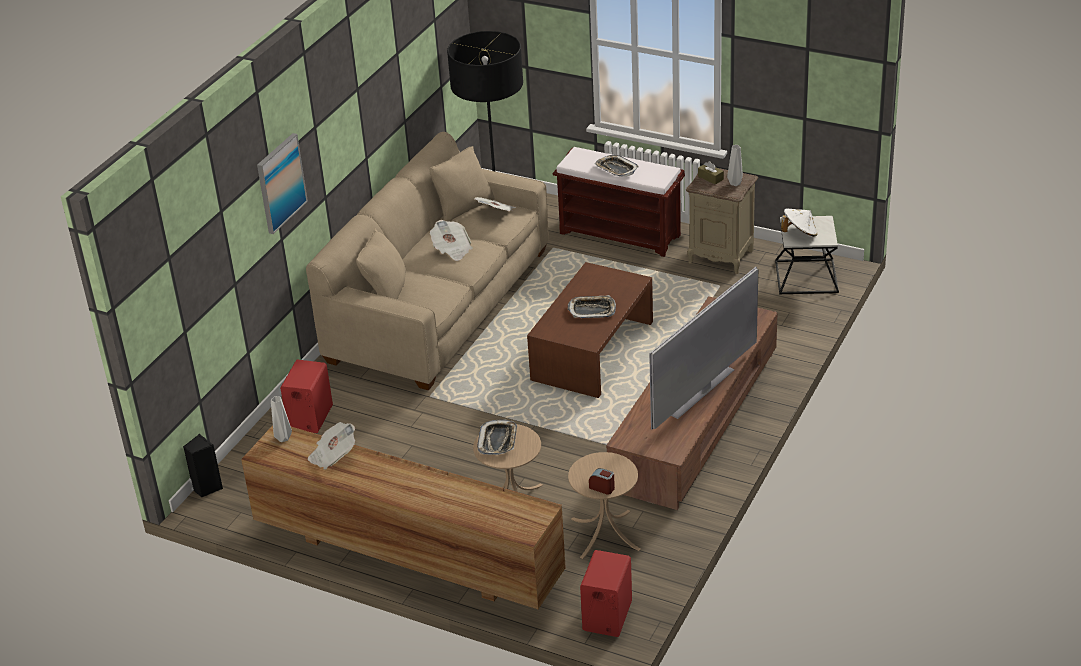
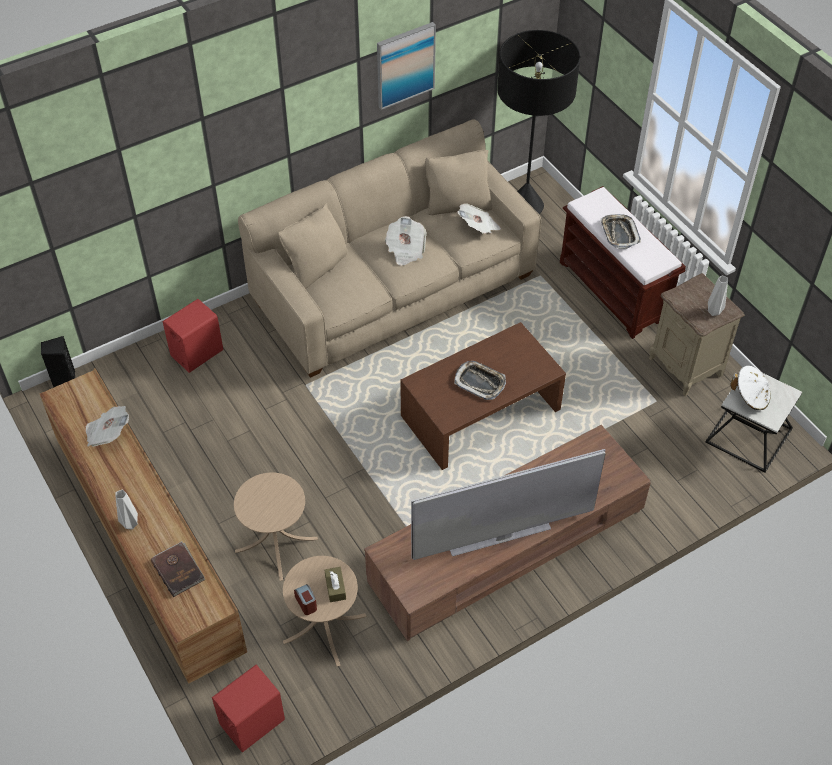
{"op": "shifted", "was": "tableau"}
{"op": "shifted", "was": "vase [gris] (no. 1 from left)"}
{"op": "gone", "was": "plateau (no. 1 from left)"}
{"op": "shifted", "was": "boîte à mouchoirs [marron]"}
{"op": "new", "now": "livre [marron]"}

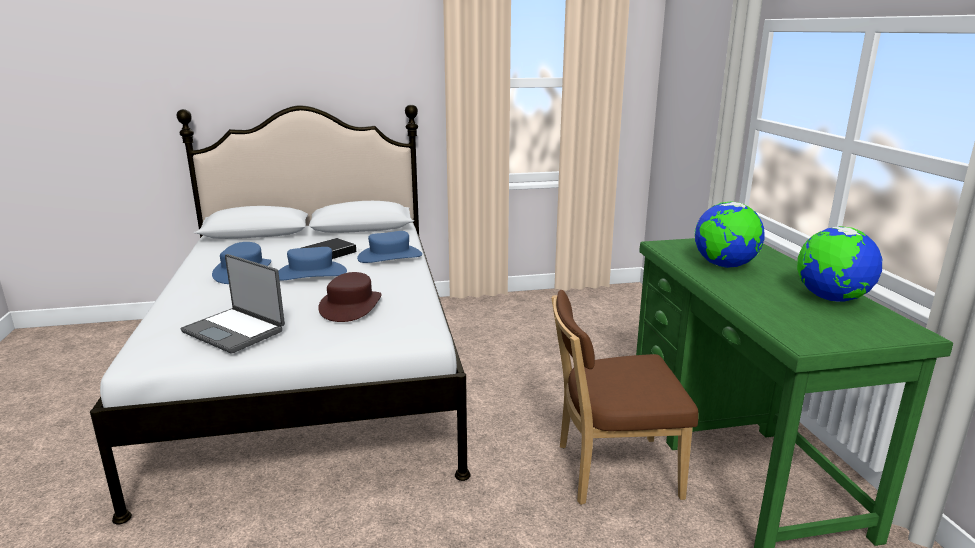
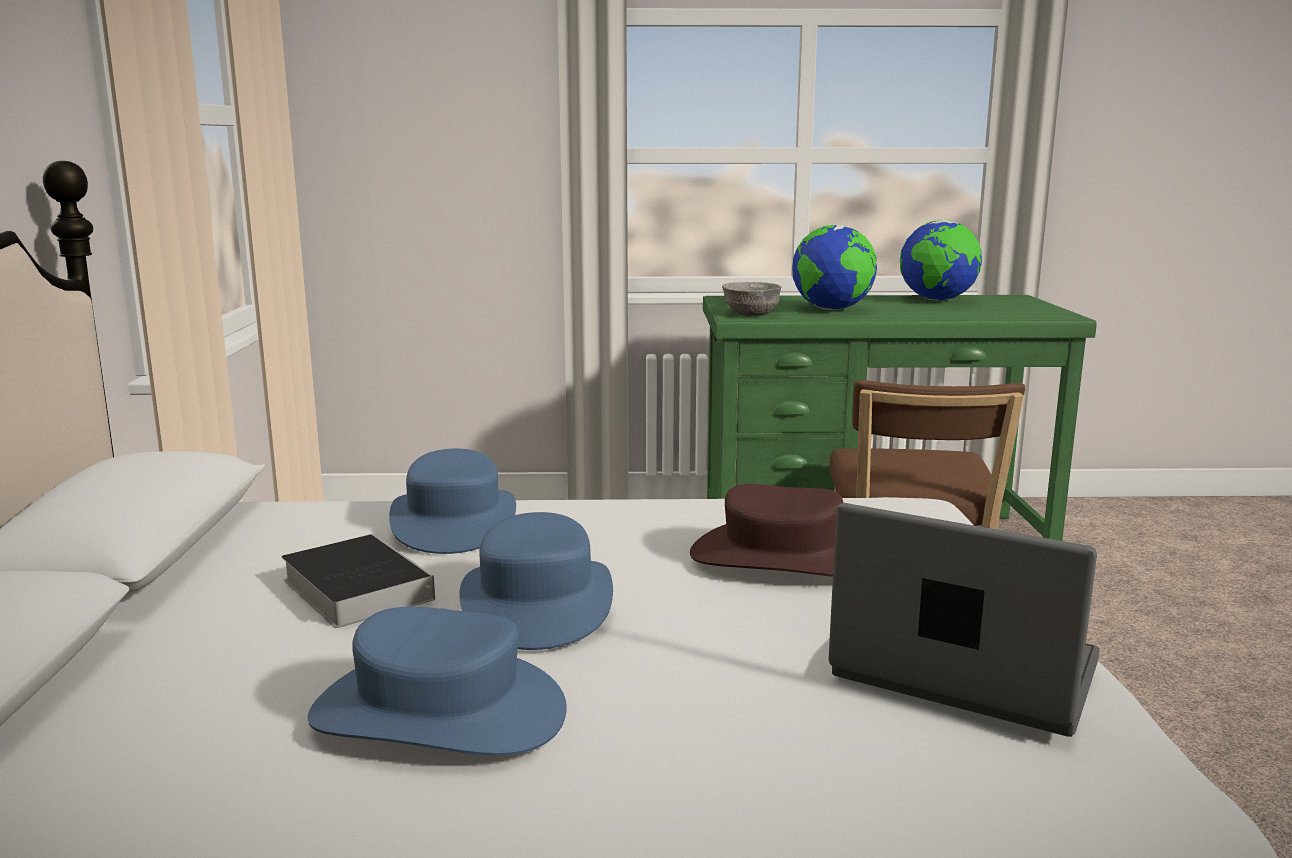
{"op": "rotated", "was": "ordinateur portable", "clockwise": -105}
{"op": "new", "now": "bol [gris]"}

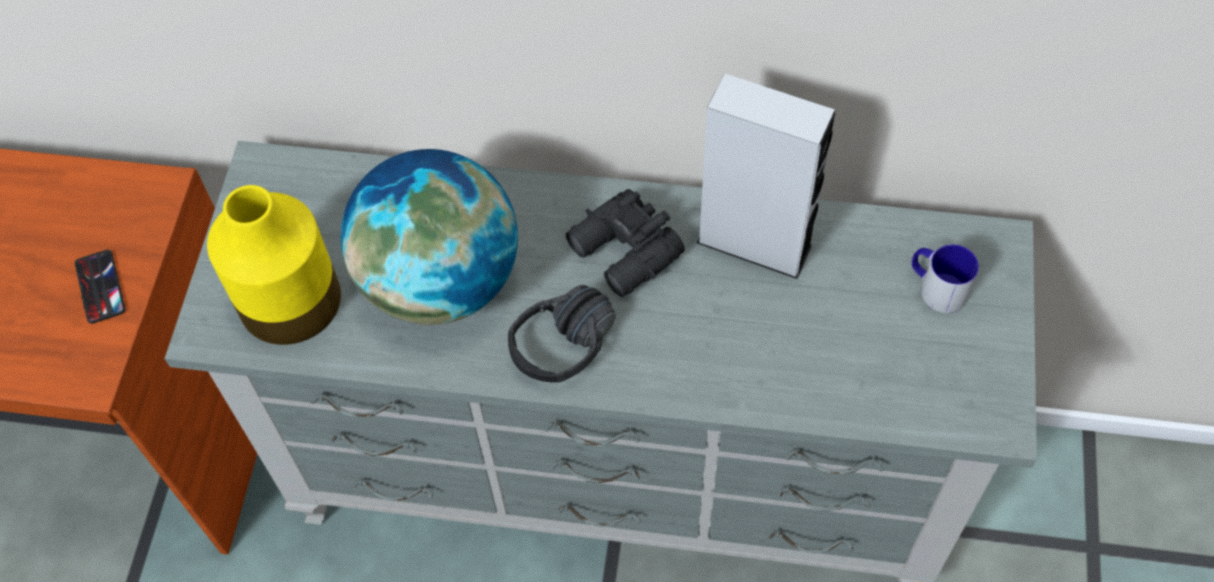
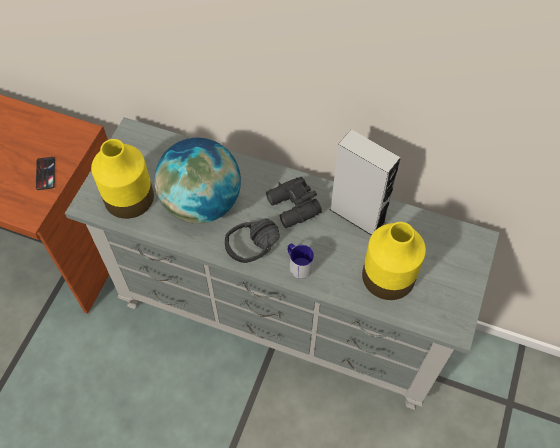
{"op": "shifted", "was": "mug"}
{"op": "new", "now": "vase [jaune] (no. 2 from left)"}

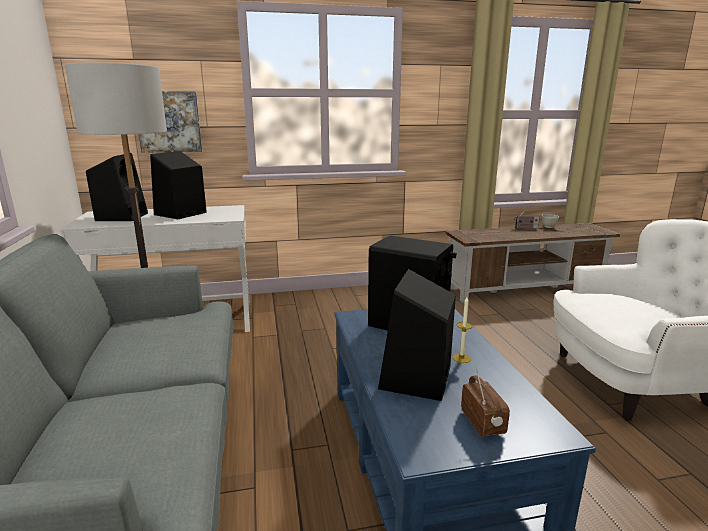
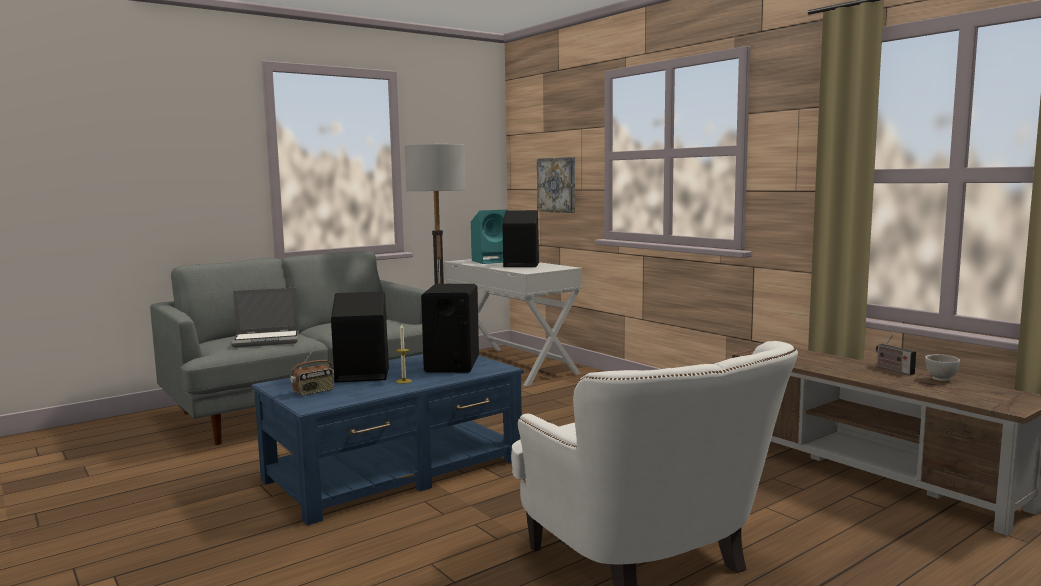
{"op": "repainted", "was": "enceinte [noir] (no. 1 from left)", "now": "enceinte [turquoise]"}
{"op": "new", "now": "ordinateur portable"}

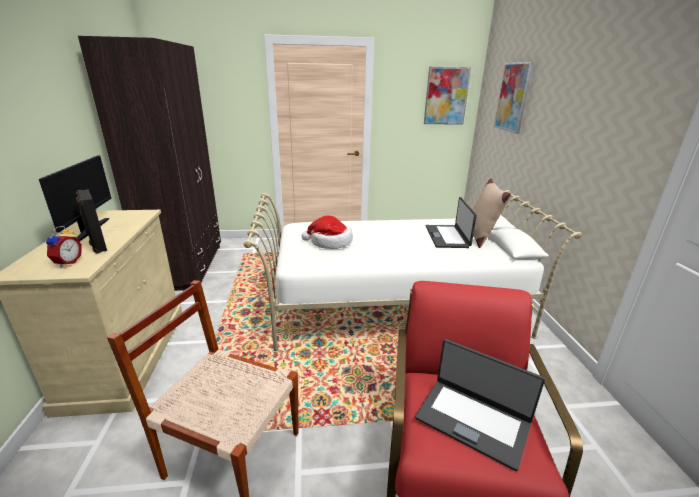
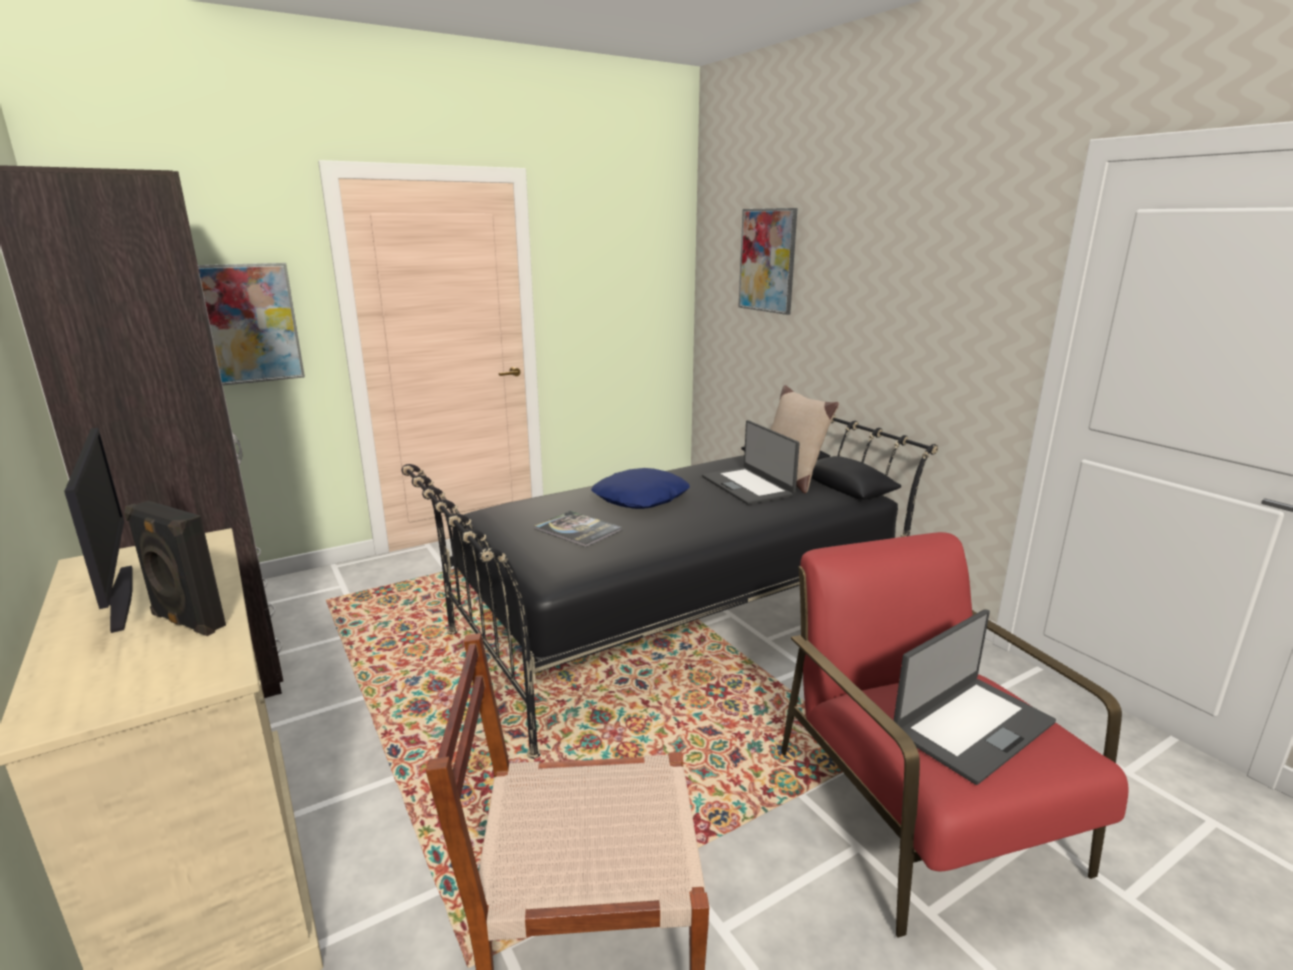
{"op": "gone", "was": "réveil"}
{"op": "repainted", "was": "lit [blanc]", "now": "lit [noir]"}
{"op": "swapped", "was": "chapeau", "now": "livre"}
{"op": "rotated", "was": "ordinateur portable (no. 2 from left)", "clockwise": -45}
{"op": "shifted", "was": "tableau (no. 1 from left)"}
{"op": "new", "now": "coussin [bleu]"}

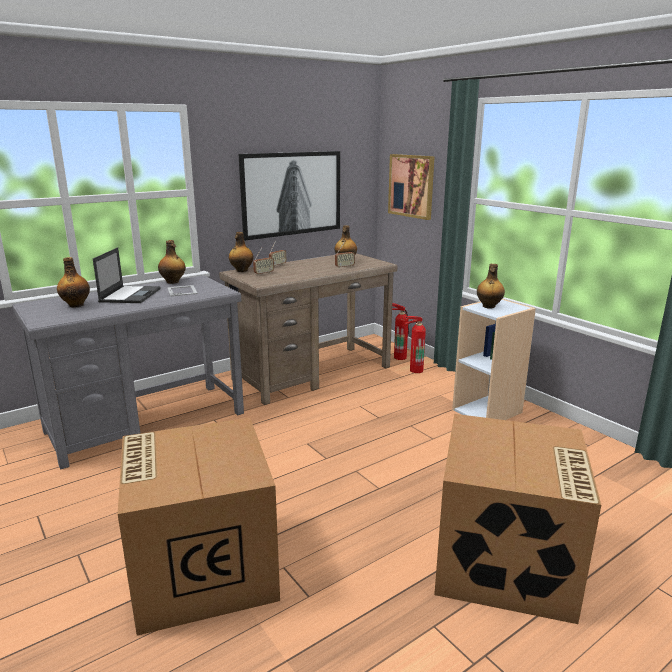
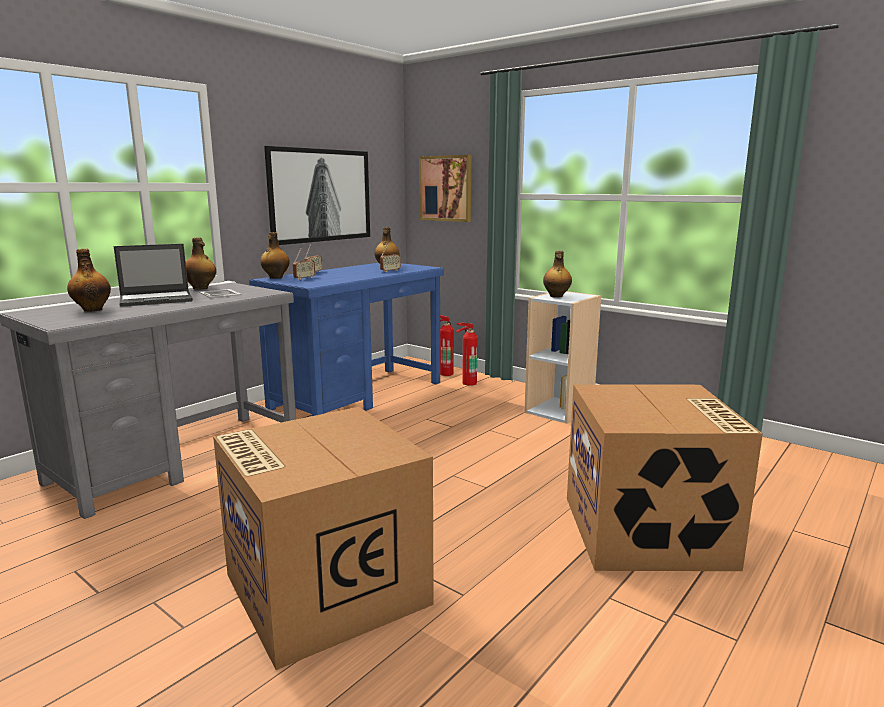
{"op": "rotated", "was": "ordinateur portable", "clockwise": 75}
{"op": "repainted", "was": "bureau [marron]", "now": "bureau [bleu]"}

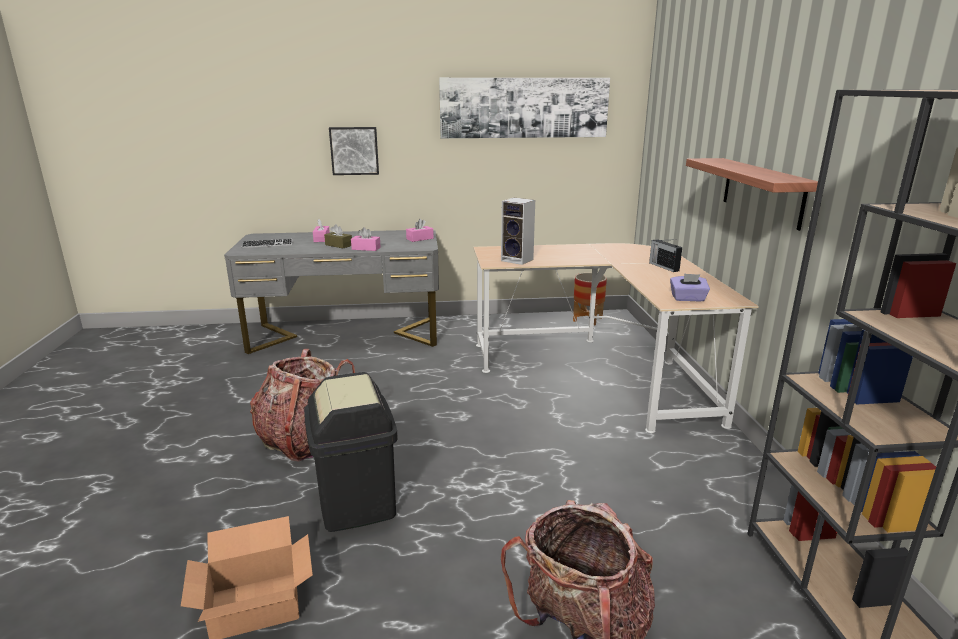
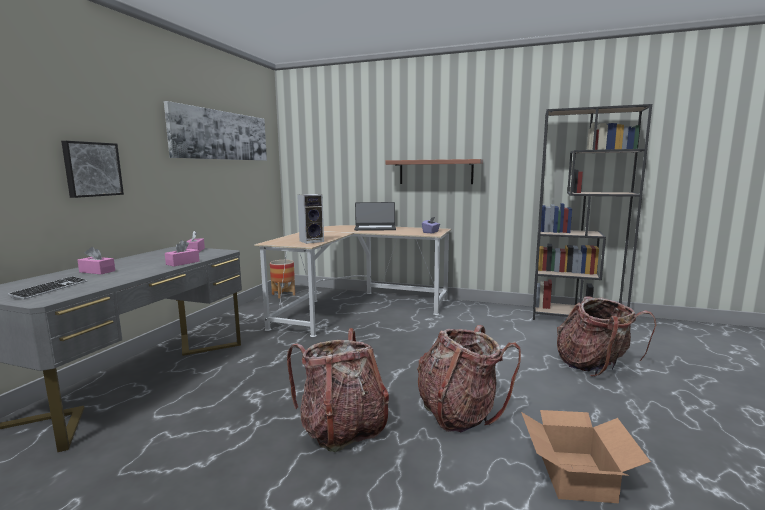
{"op": "swapped", "was": "poubelle [noir]", "now": "sac à dos (no. 2 from left)"}
{"op": "gone", "was": "boîte à mouchoirs [marron]"}
{"op": "swapped", "was": "radio", "now": "ordinateur portable"}

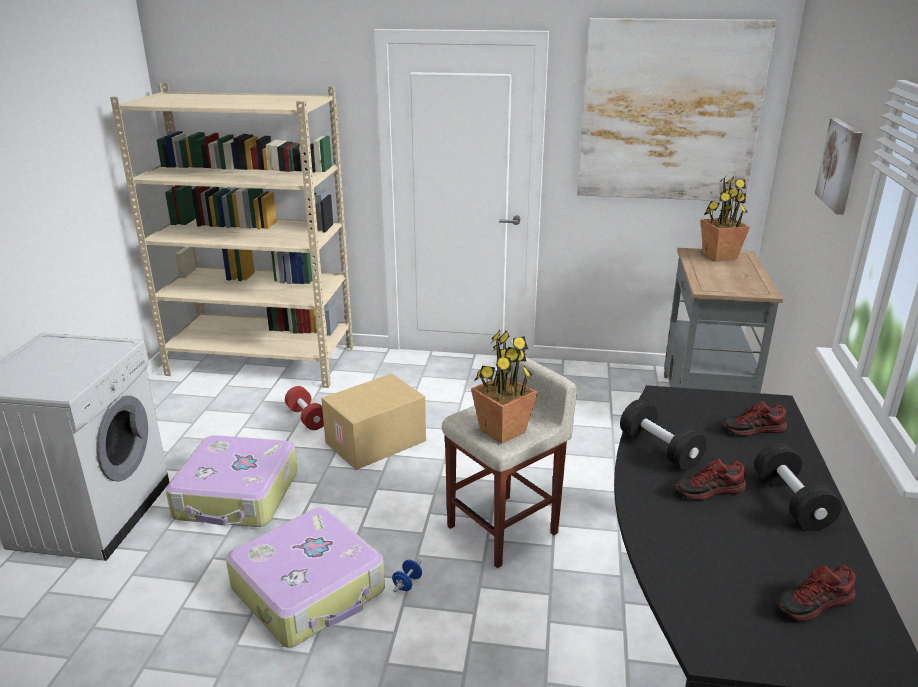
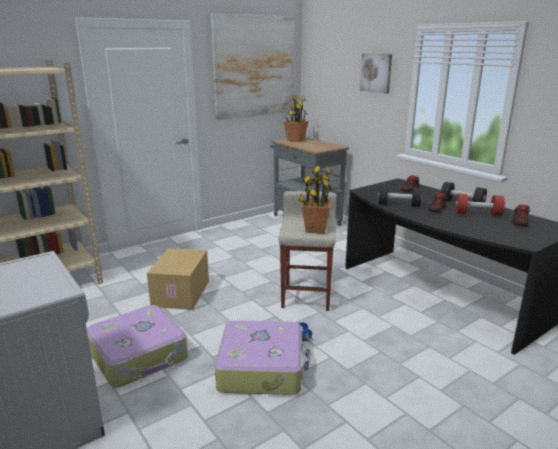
{"op": "shifted", "was": "haltère [rouge]"}

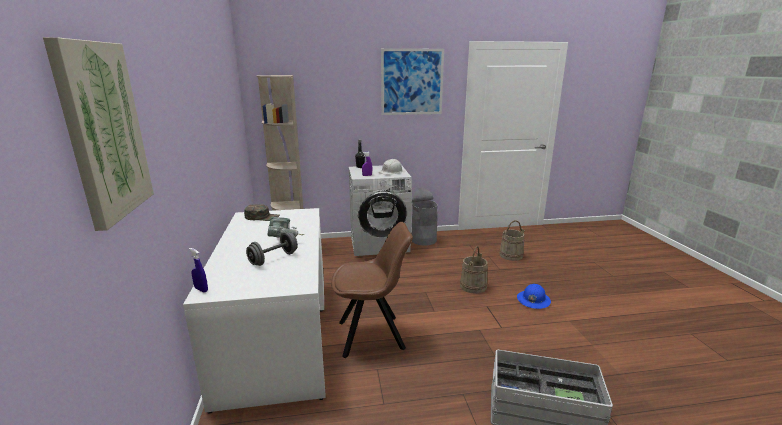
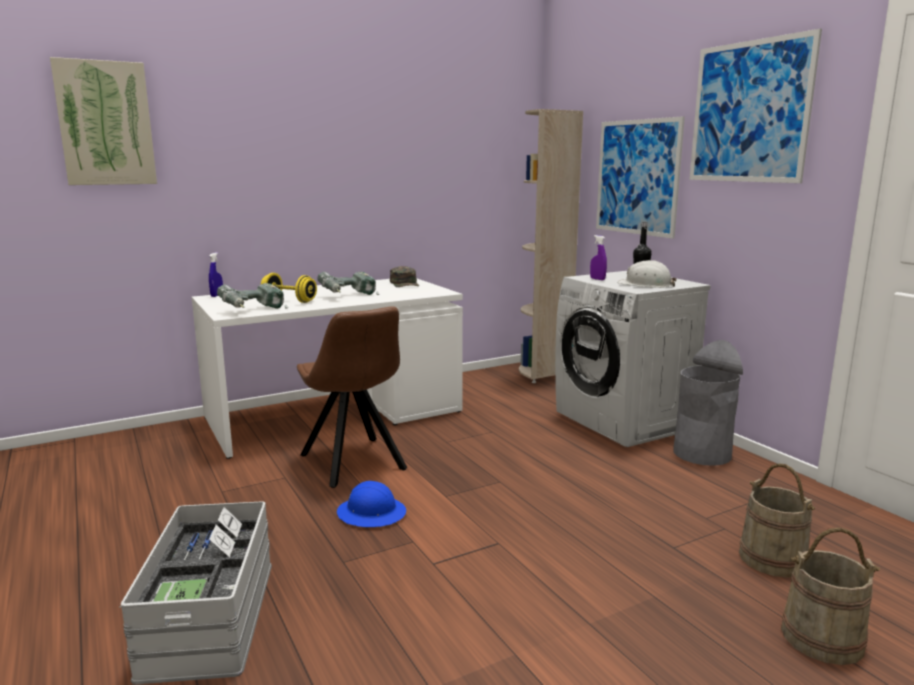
{"op": "repainted", "was": "haltère [gris]", "now": "haltère [jaune]"}
{"op": "shifted", "was": "seau [beige] (no. 1 from left in the first image)", "now": "seau [beige] (no. 2 from left)"}
{"op": "shifted", "was": "casque de chantier [bleu]"}
{"op": "new", "now": "perceuse (no. 1 from left)"}
{"op": "new", "now": "tableau (no. 2 from left)"}

